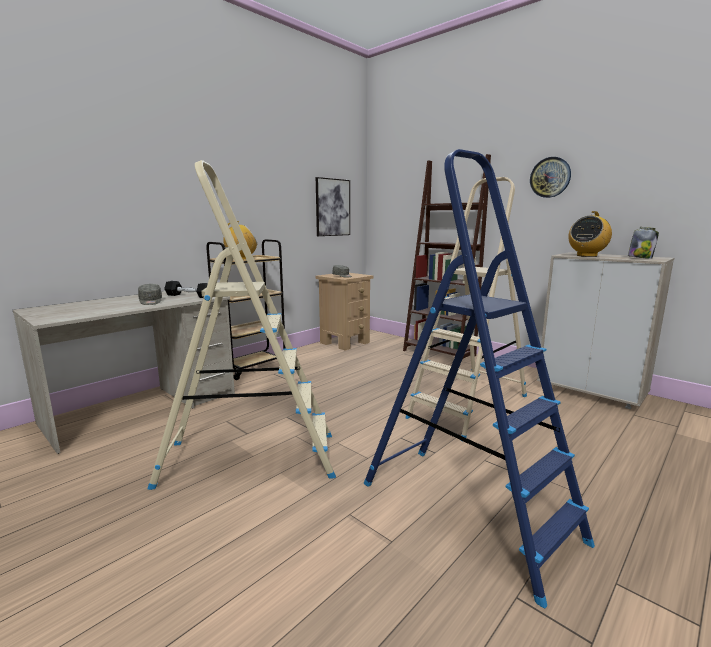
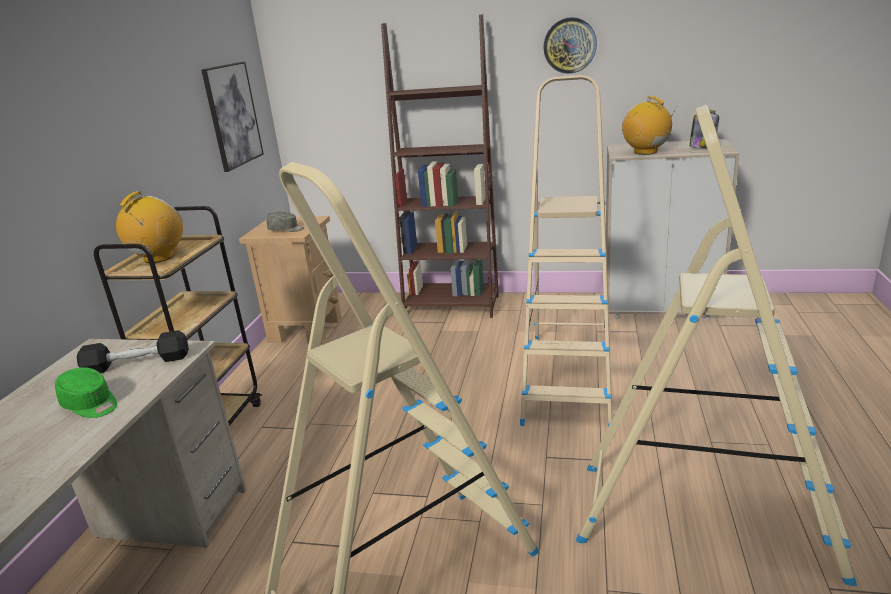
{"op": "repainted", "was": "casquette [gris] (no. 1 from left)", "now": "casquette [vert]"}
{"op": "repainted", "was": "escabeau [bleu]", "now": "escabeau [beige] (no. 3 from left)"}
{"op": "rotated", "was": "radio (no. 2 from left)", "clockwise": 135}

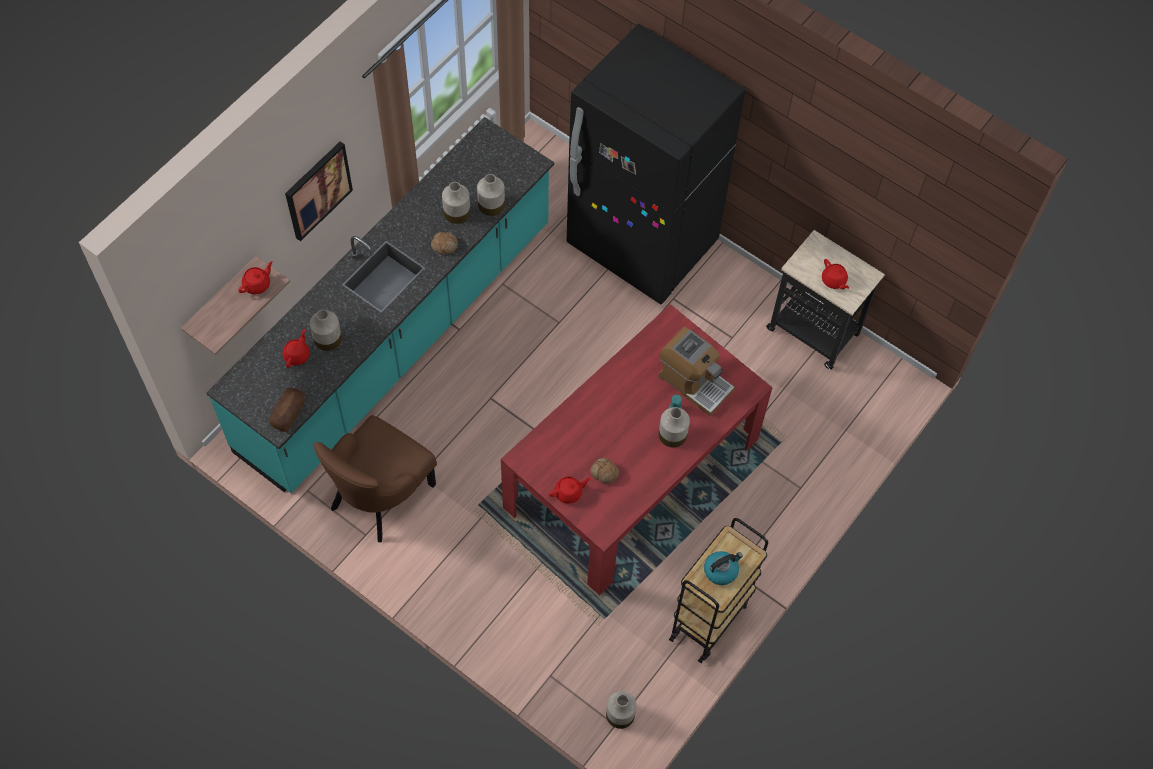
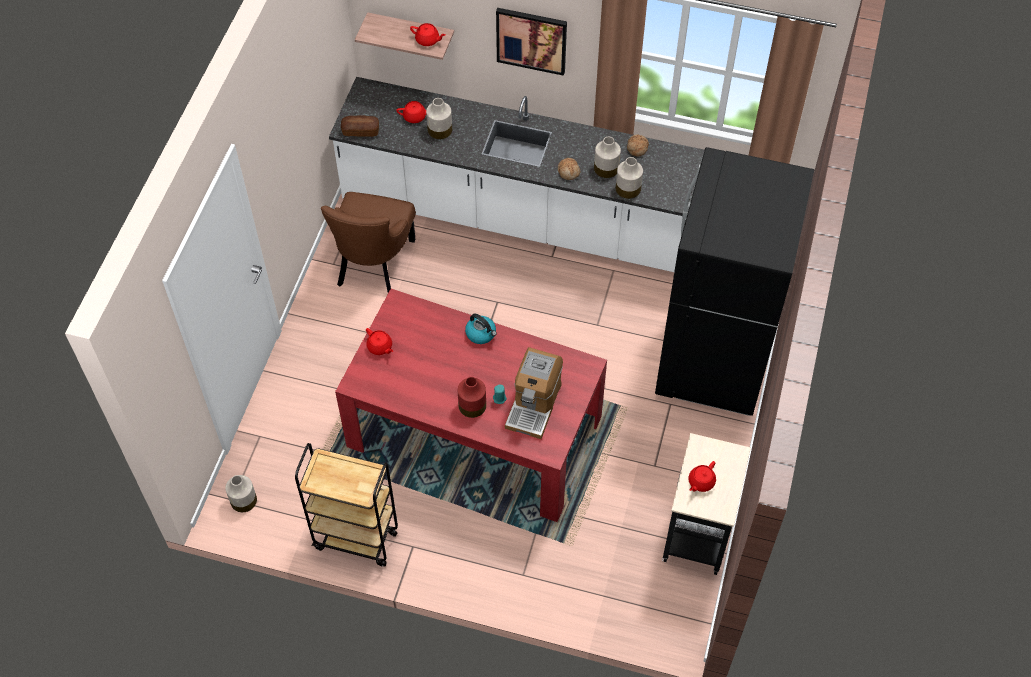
{"op": "repainted", "was": "comptoir de cuisine [turquoise]", "now": "comptoir de cuisine [blanc]"}
{"op": "rotated", "was": "chaise [marron]", "clockwise": -90}
{"op": "shifted", "was": "pain (no. 3 from left)"}
{"op": "repainted", "was": "vase [beige] (no. 5 from left)", "now": "vase [rouge]"}
{"op": "shifted", "was": "bouilloire"}

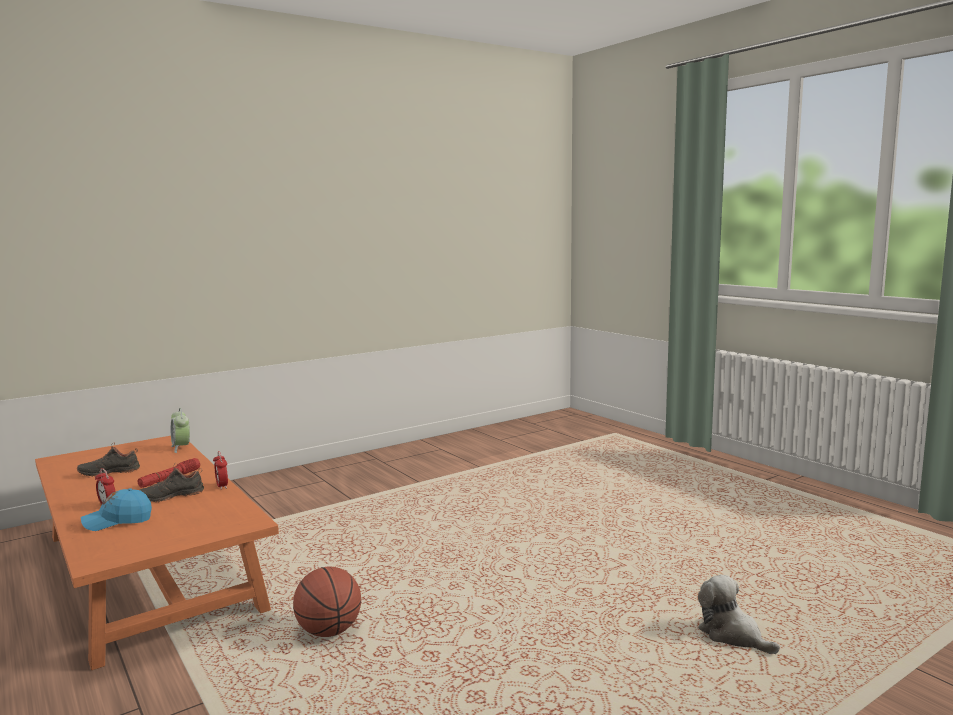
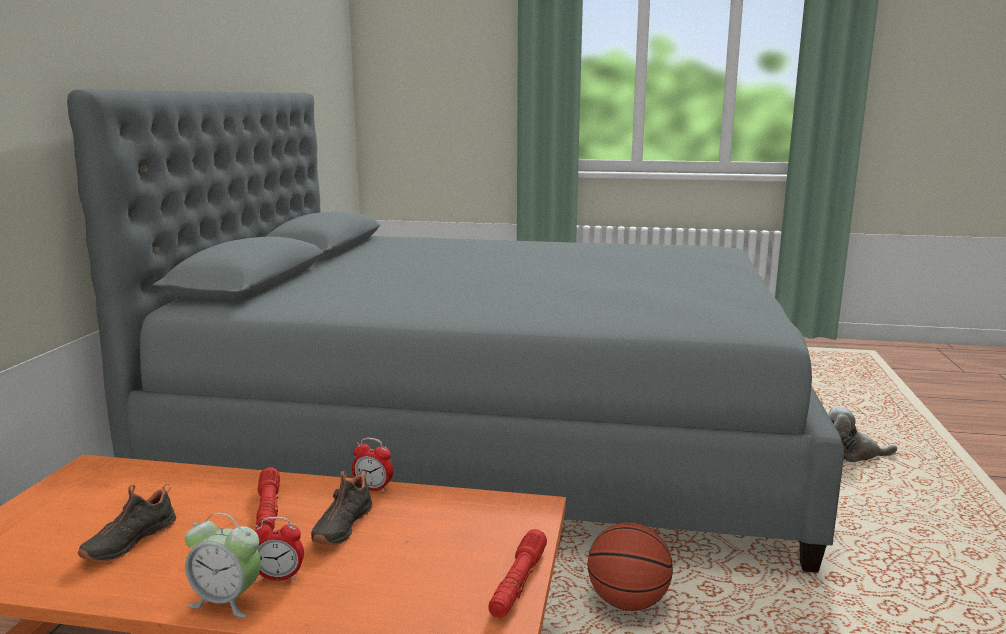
{"op": "gone", "was": "casquette [bleu]"}
{"op": "shifted", "was": "réveil (no. 2 from left in the first image)", "now": "réveil (no. 1 from left)"}
{"op": "new", "now": "lit [gris]"}
{"op": "new", "now": "lampe de poche [rouge] (no. 2 from left)"}

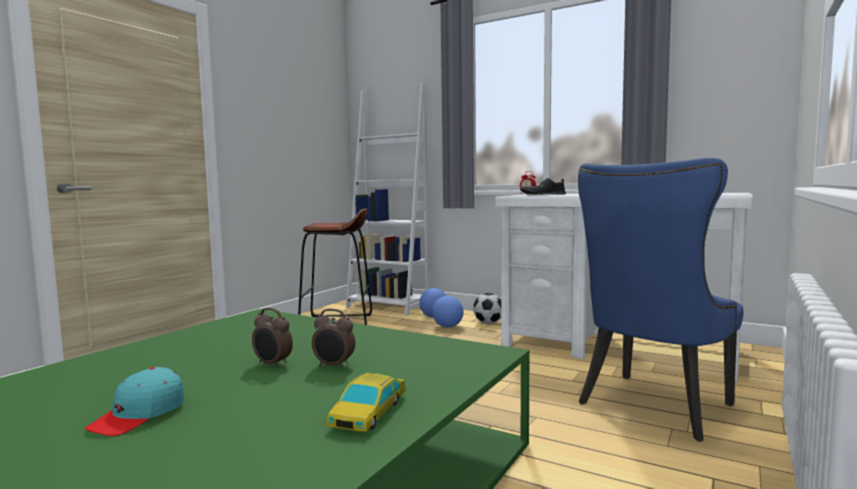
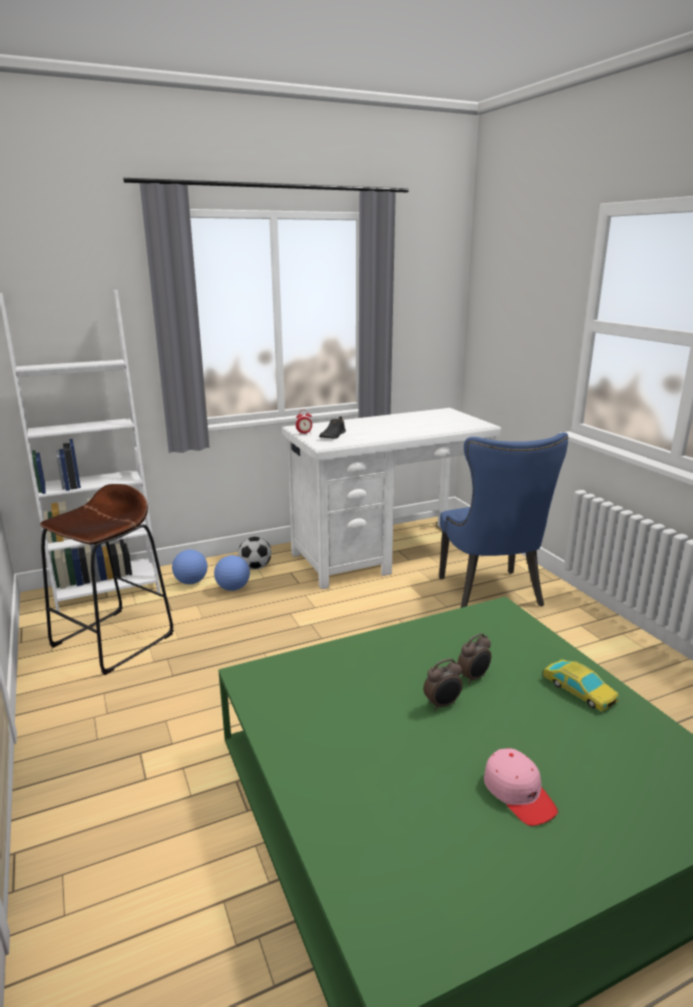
{"op": "repainted", "was": "casquette [turquoise]", "now": "casquette [rose]"}

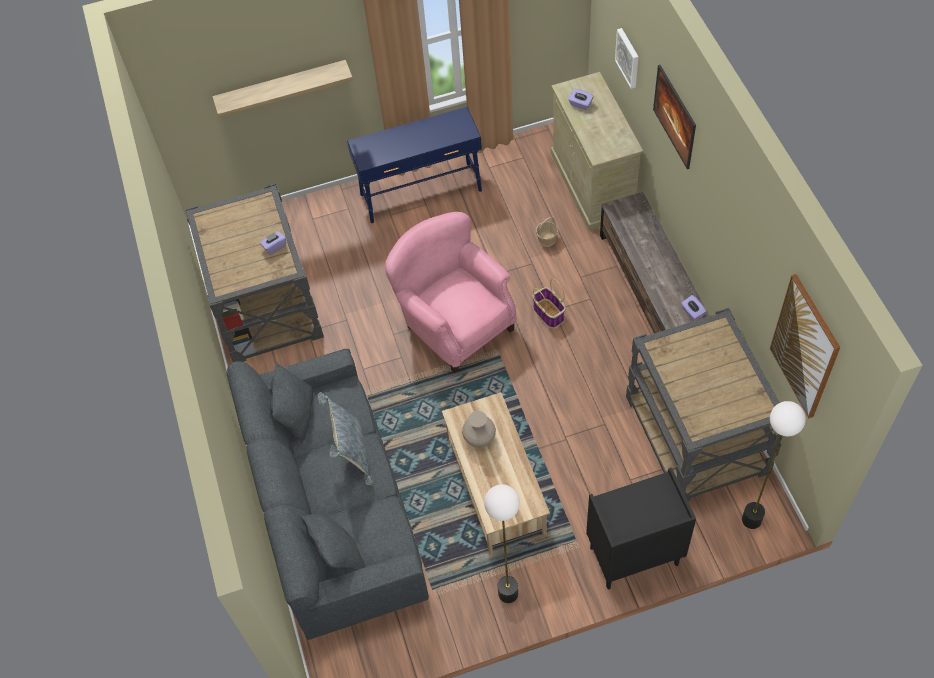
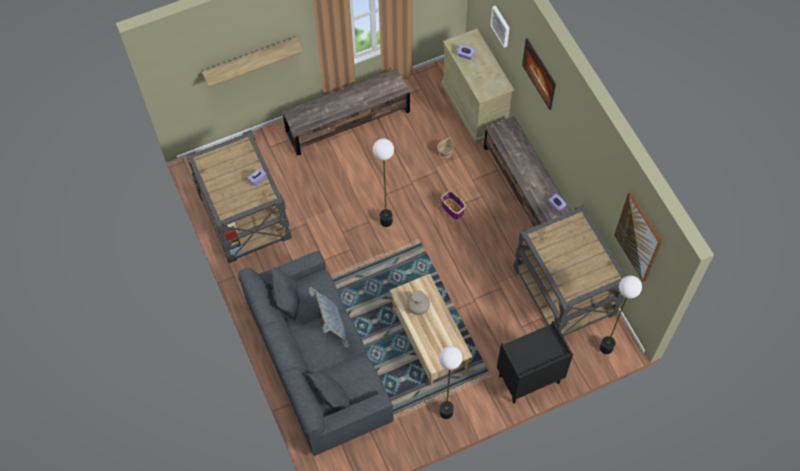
{"op": "swapped", "was": "table console [bleu]", "now": "meuble télé [marron] (no. 1 from left)"}
{"op": "swapped", "was": "fauteuil [rose]", "now": "lampadaire (no. 1 from left)"}

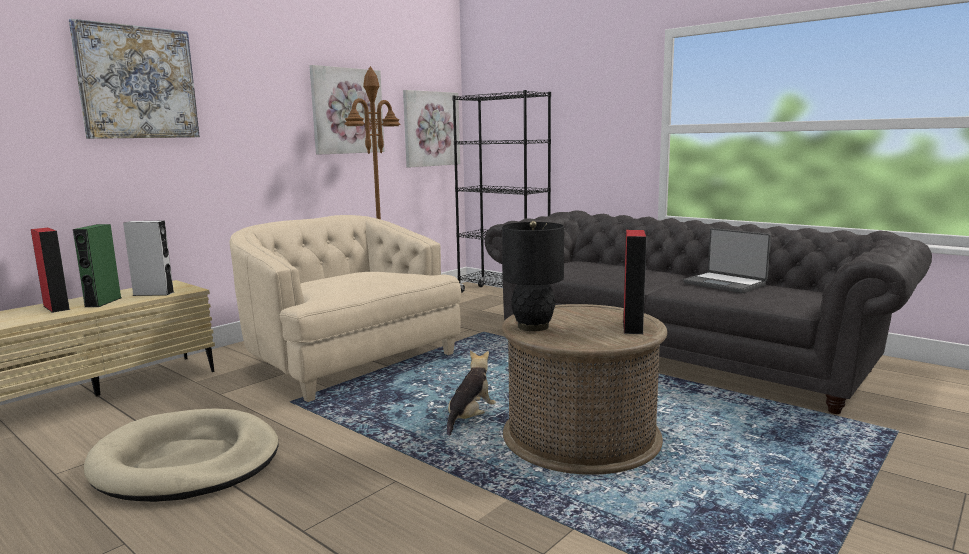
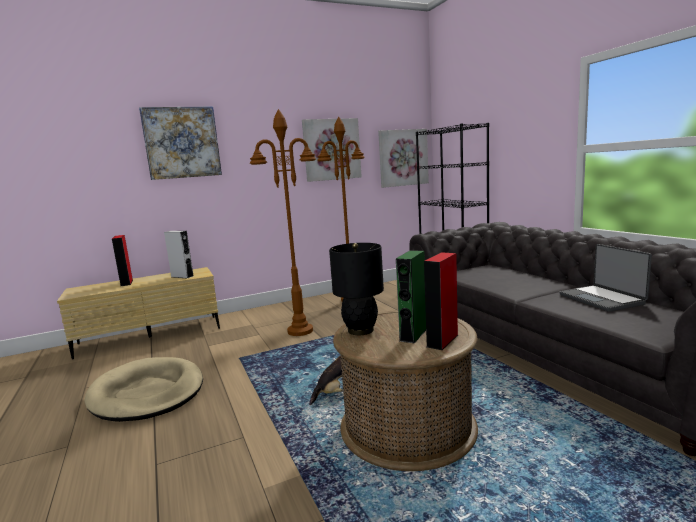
{"op": "shifted", "was": "enceinte [vert]"}
{"op": "swapped", "was": "fauteuil [beige]", "now": "lampadaire [marron] (no. 1 from left)"}

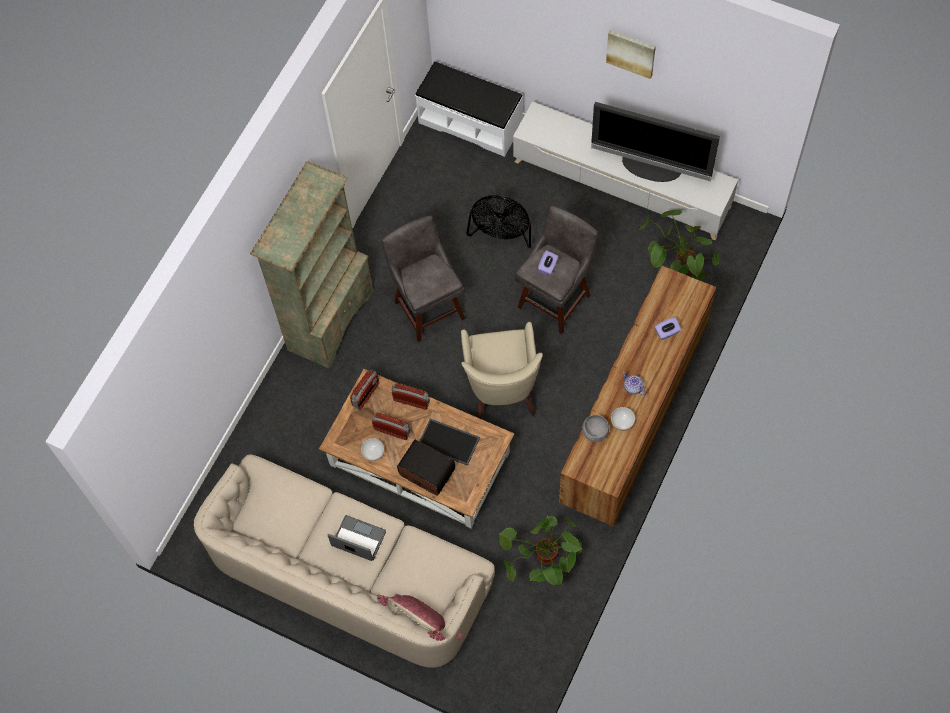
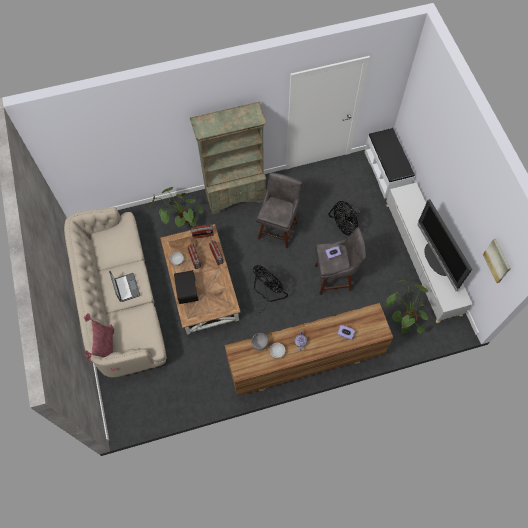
{"op": "gone", "was": "plateau"}
{"op": "swapped", "was": "fauteuil [beige]", "now": "ventilateur [noir] (no. 1 from left)"}
{"op": "shifted", "was": "plante en pot (no. 1 from left)"}
{"op": "shifted", "was": "tableau"}

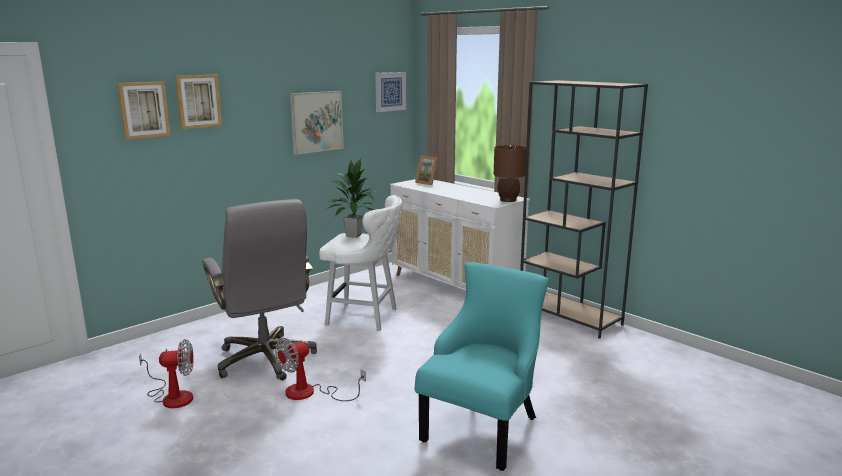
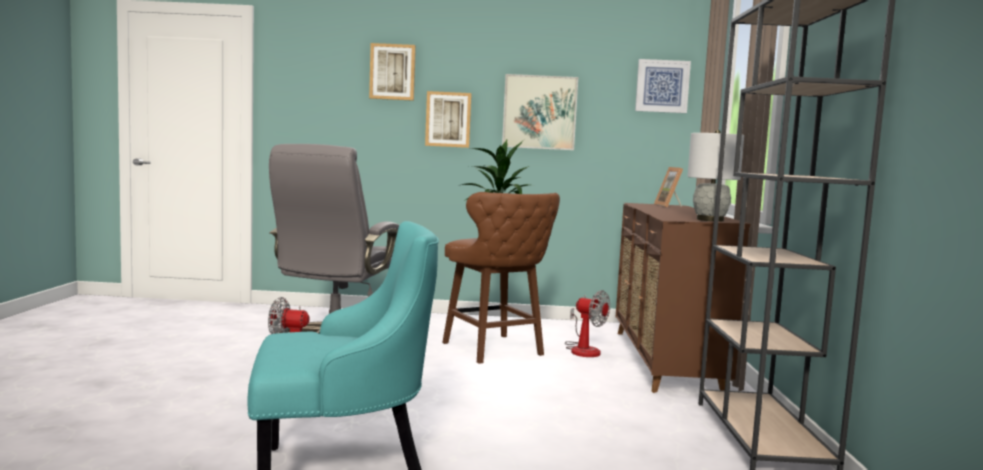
{"op": "shifted", "was": "tableau (no. 1 from left in the first image)", "now": "tableau (no. 2 from left)"}
{"op": "shifted", "was": "ventilateur (no. 1 from left in the first image)", "now": "ventilateur (no. 2 from left)"}
{"op": "repainted", "was": "tabouret [blanc]", "now": "tabouret [marron]"}
{"op": "repainted", "was": "meuble de rangement [blanc]", "now": "meuble de rangement [marron]"}
{"op": "repainted", "was": "lampe de table [marron]", "now": "lampe de table [blanc]"}

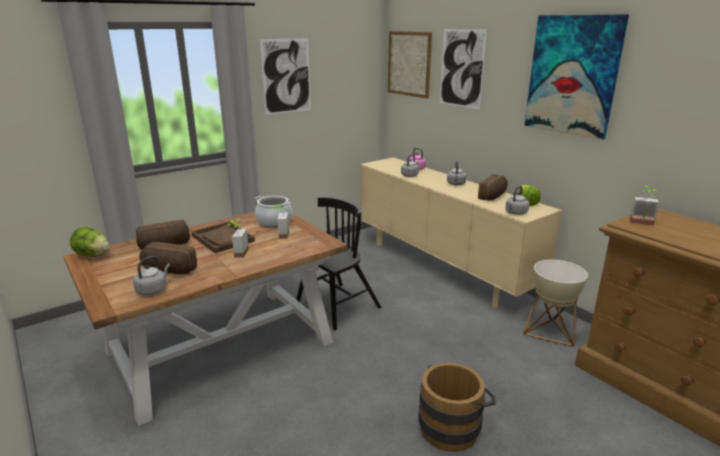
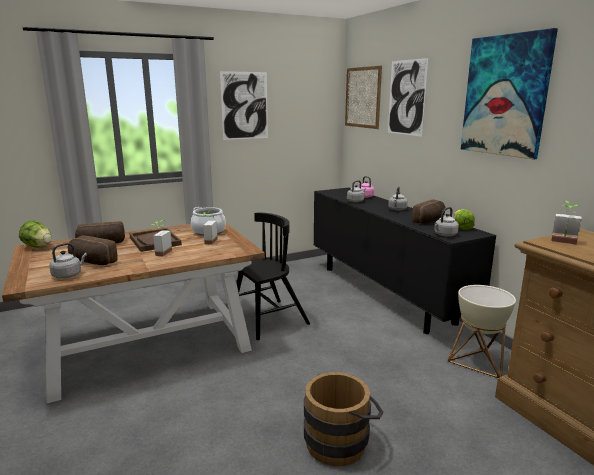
{"op": "repainted", "was": "meuble de rangement [beige]", "now": "meuble de rangement [noir]"}

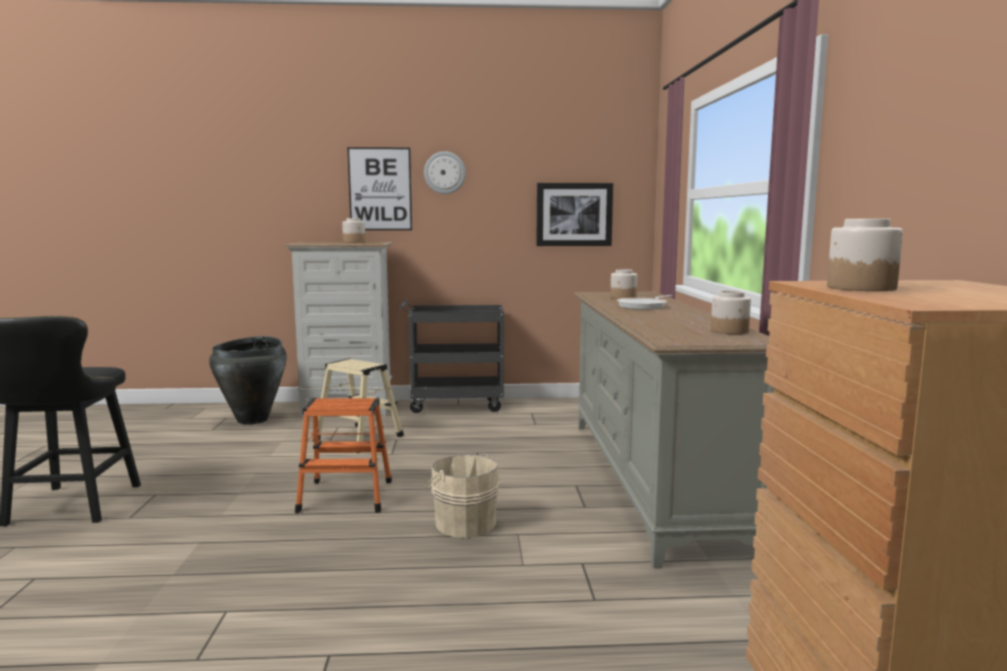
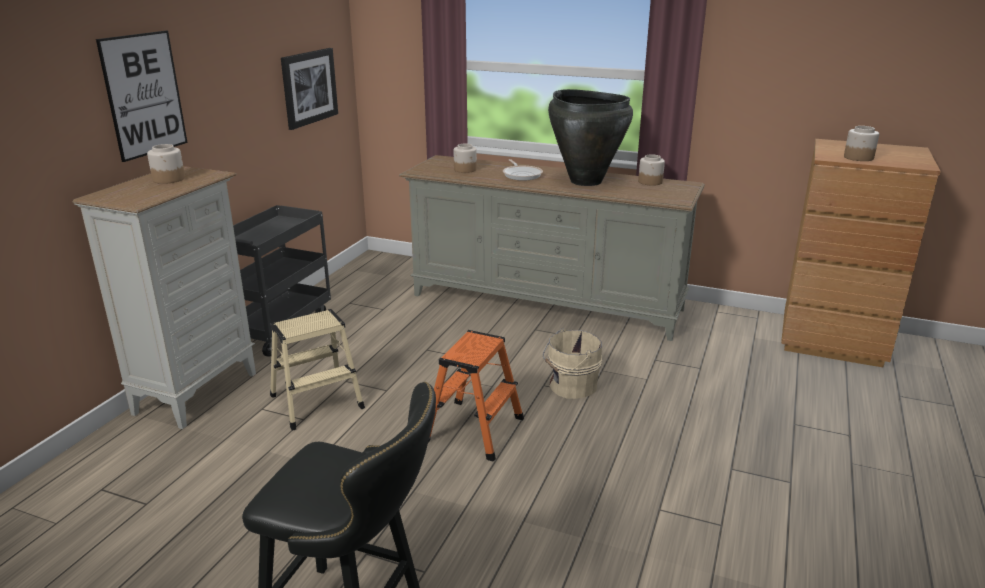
{"op": "shifted", "was": "vase [noir]"}
{"op": "gone", "was": "horloge murale"}

